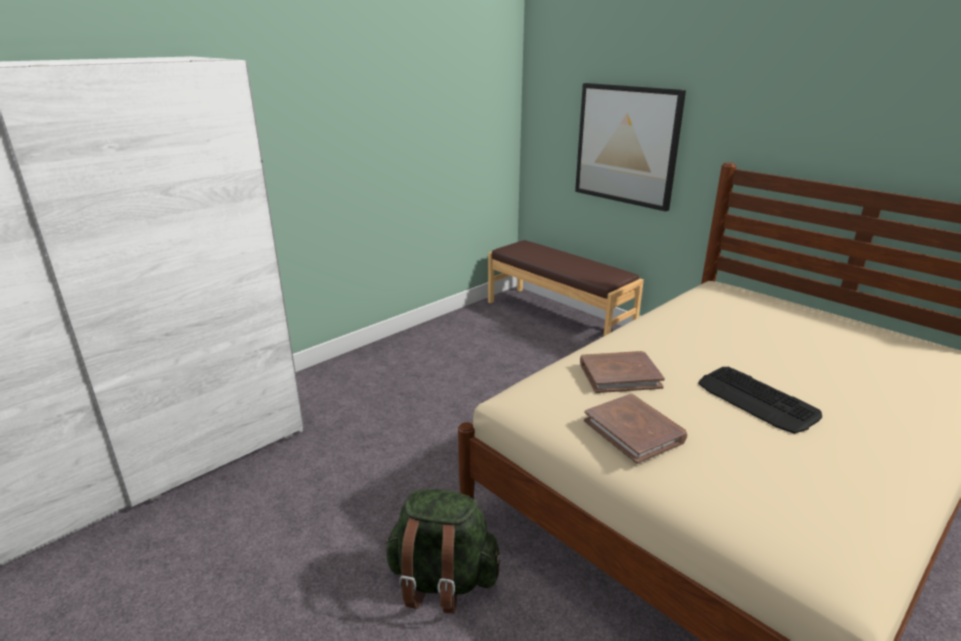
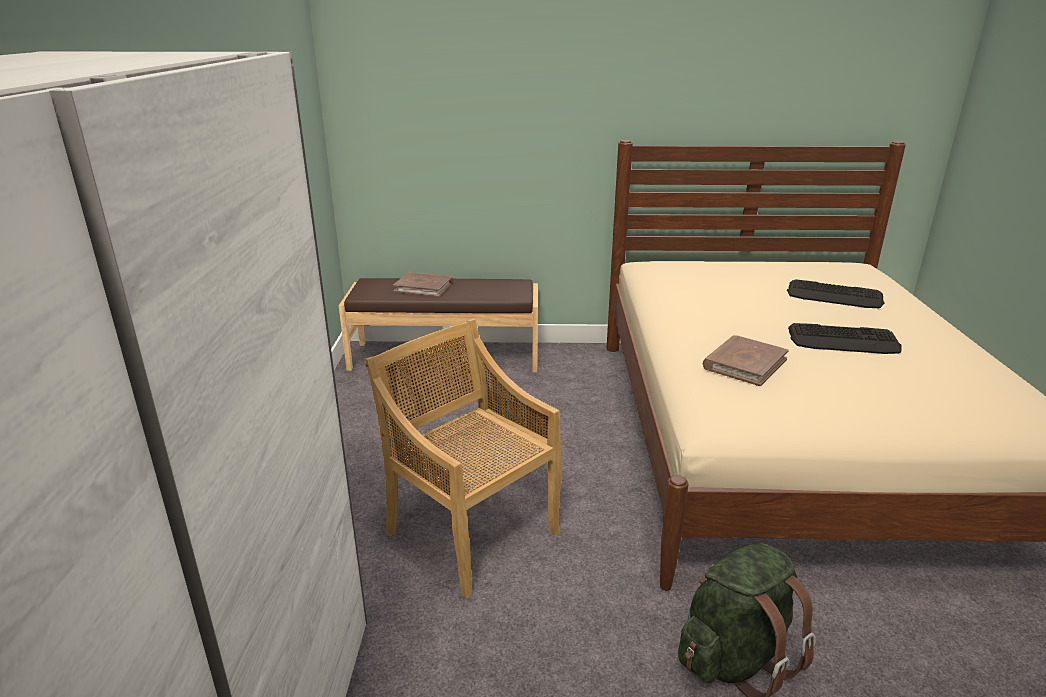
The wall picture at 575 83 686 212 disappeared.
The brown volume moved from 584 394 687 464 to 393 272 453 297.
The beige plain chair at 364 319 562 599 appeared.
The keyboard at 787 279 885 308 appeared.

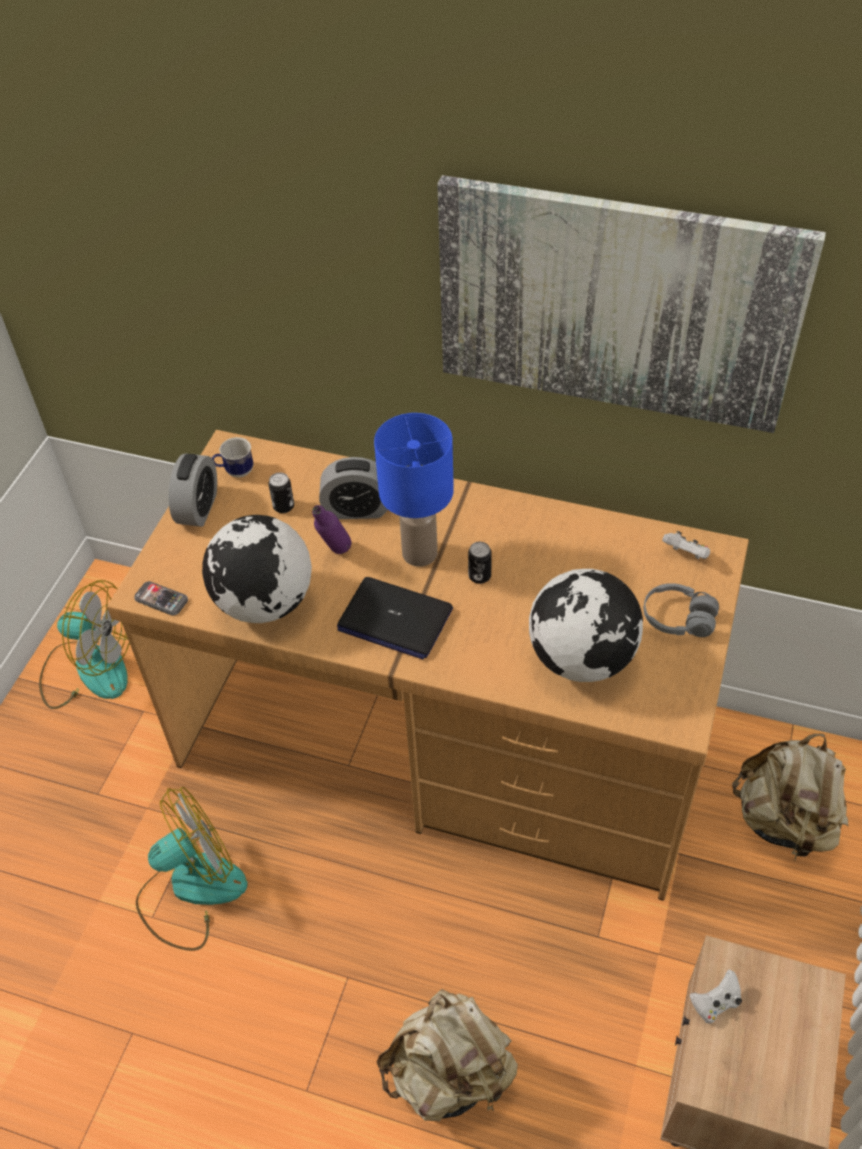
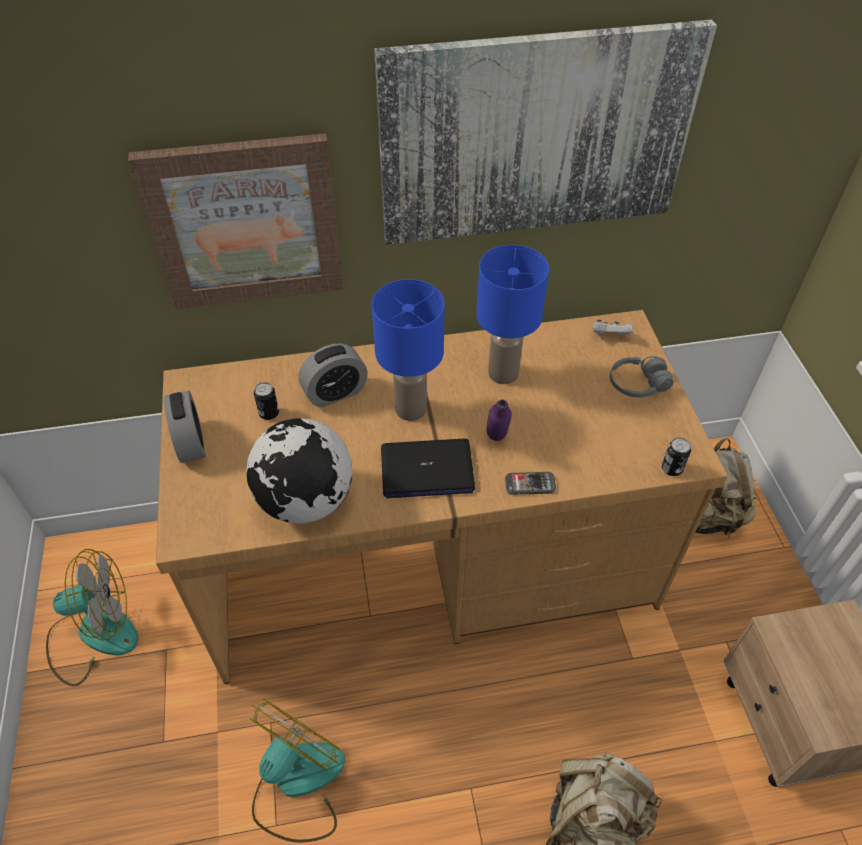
The telephone moved from 134 581 188 616 to 505 472 556 495.
The tea mug at 212 437 253 478 disappeared.
The purple-coloured bottle moved from 312 505 351 554 to 486 399 512 441.
The metal can moved from 468 542 492 584 to 662 437 691 476.
The globe at 529 569 643 682 disappeared.
The white game controller at 689 970 742 1024 disappeared.
The wall picture at 128 133 343 309 appeared.
The blue lamp for a table at 476 245 549 384 appeared.

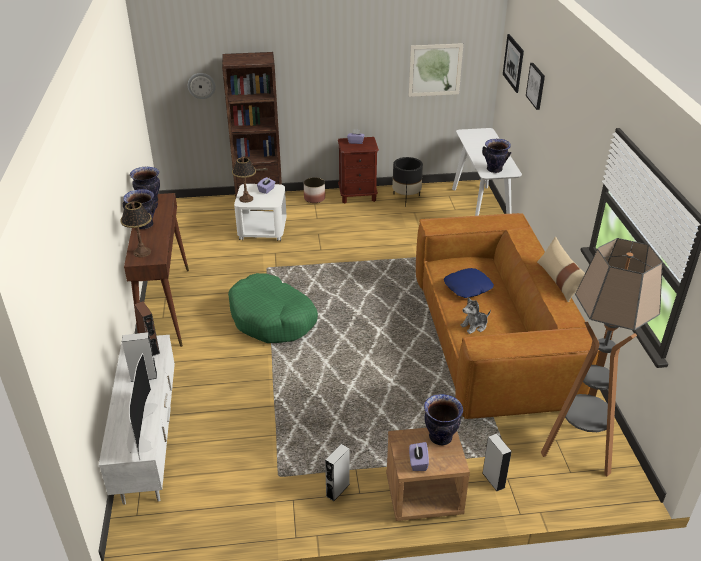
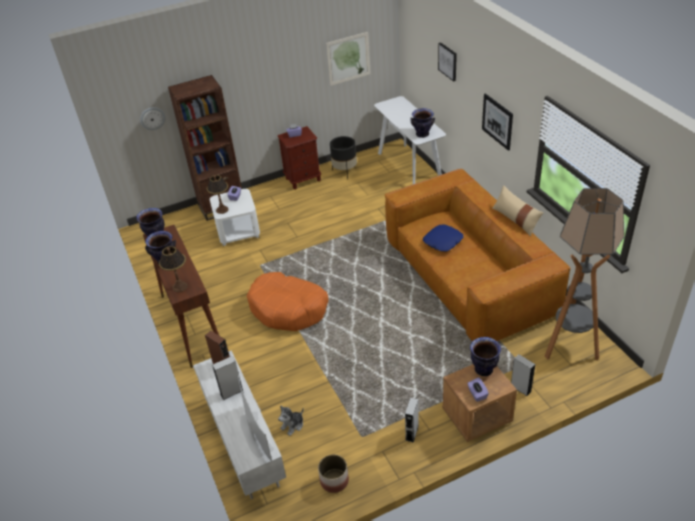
The green-coloured dog bed at 228 273 318 343 became the orange-coloured dog bed at 247 272 329 331.
The planter moved from 304 177 325 203 to 318 455 349 493.
The cuddly toy moved from 460 297 491 334 to 278 405 303 436.
The wall picture moved from 503 34 524 93 to 482 93 513 151.

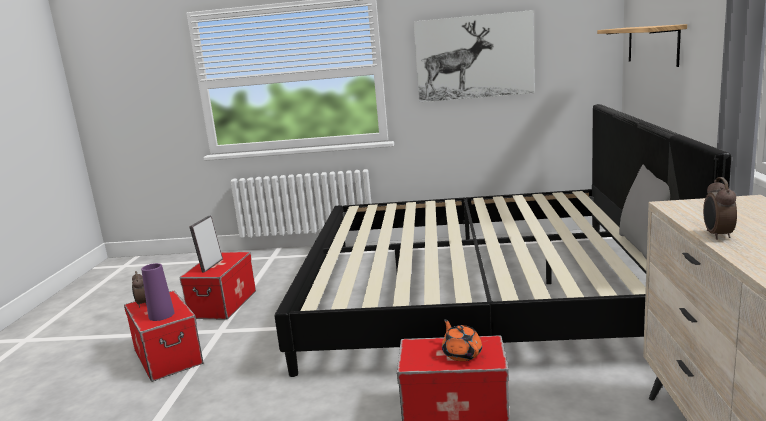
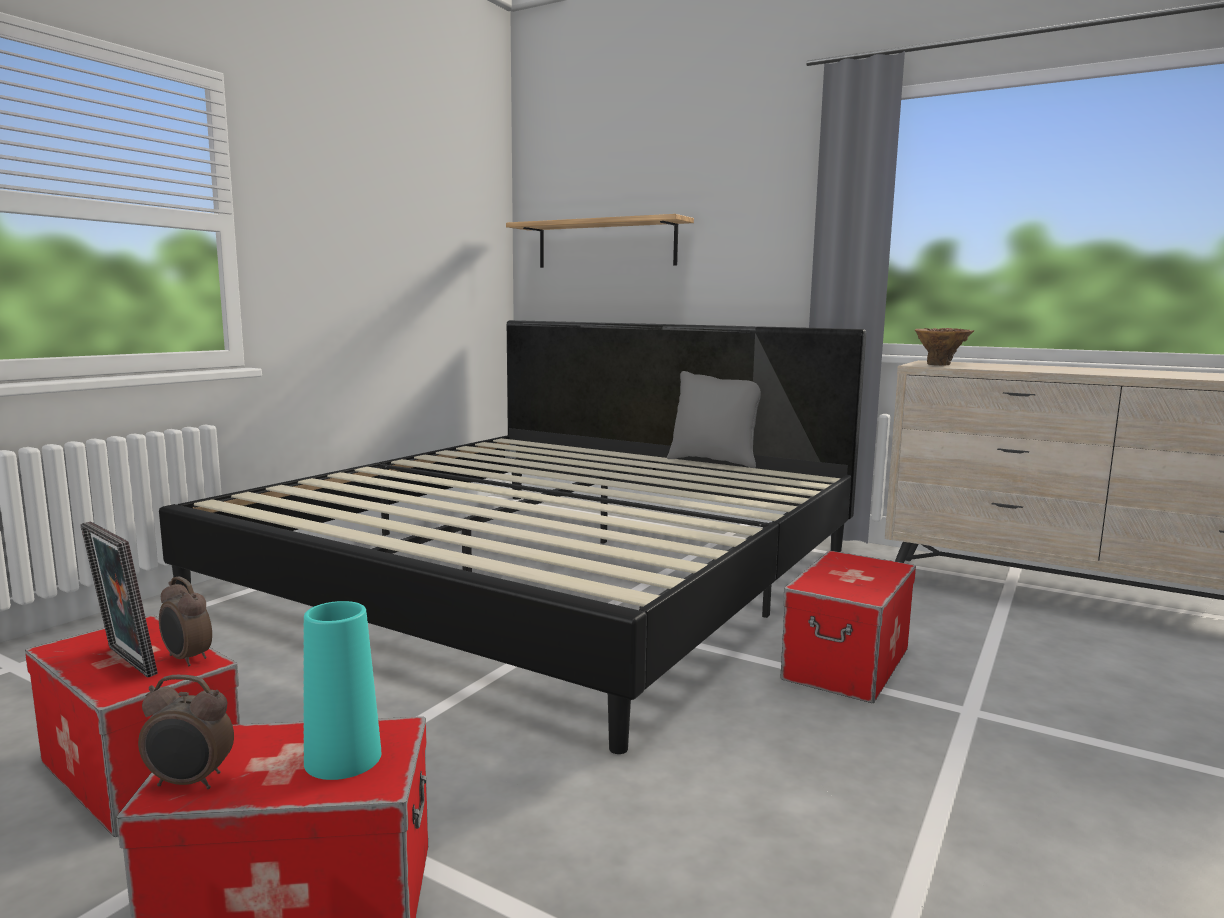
The purple-coloured vase at 141 263 175 321 became the turquoise-coloured vase at 304 601 382 780.
The wall picture at 413 10 535 102 disappeared.
The orange-coloured pot for tea at 442 319 482 361 disappeared.
The bedside clock moved from 703 177 737 240 to 159 576 212 667.
The brown vase at 915 328 974 366 appeared.

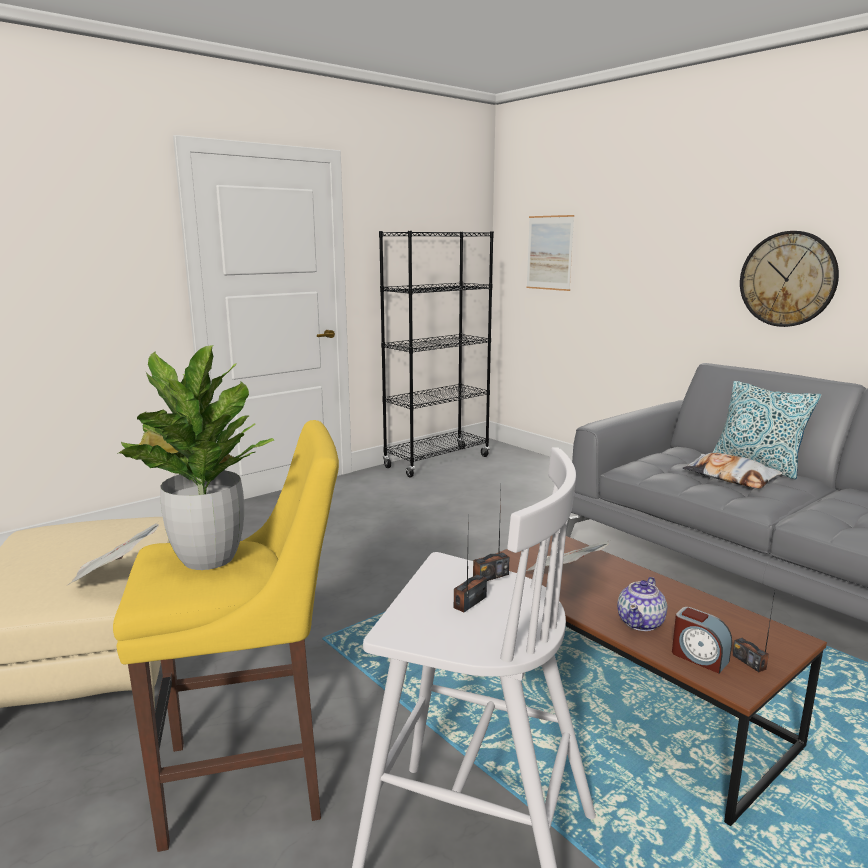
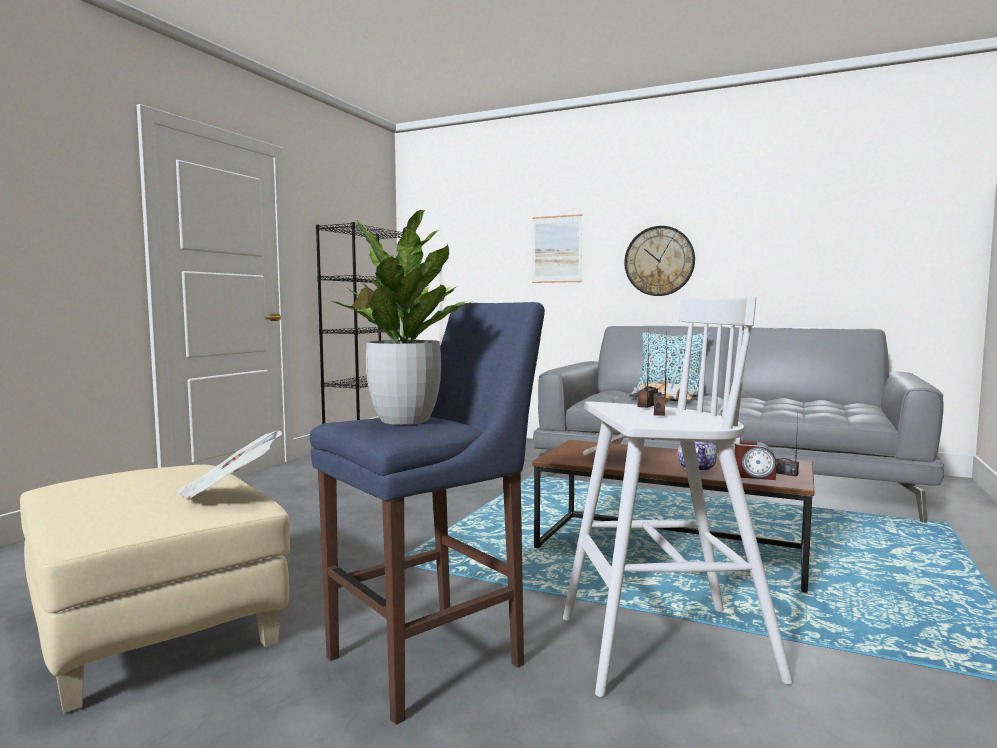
The yellowish stool seat at 113 420 339 852 became the blue stool seat at 310 302 545 725.
The wall picture moved from 526 215 574 291 to 532 214 582 283.

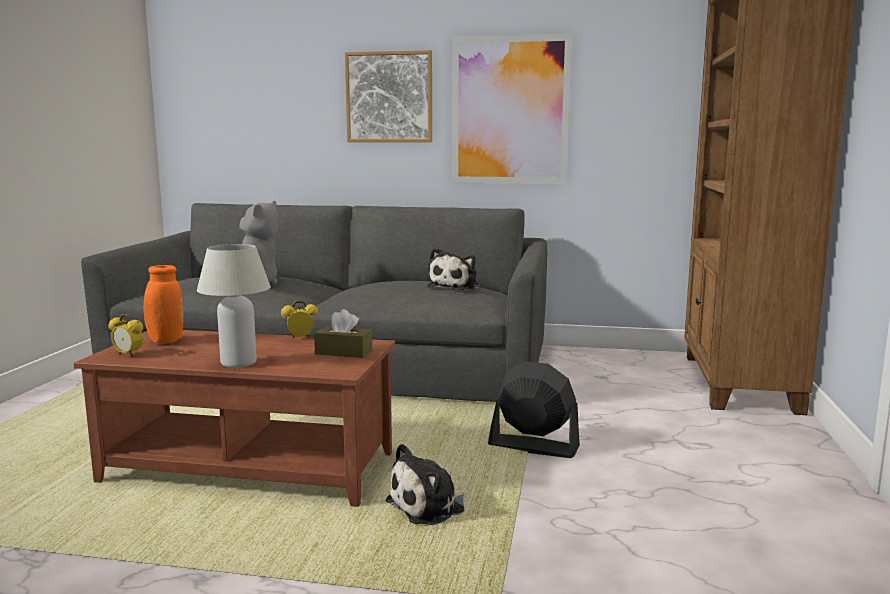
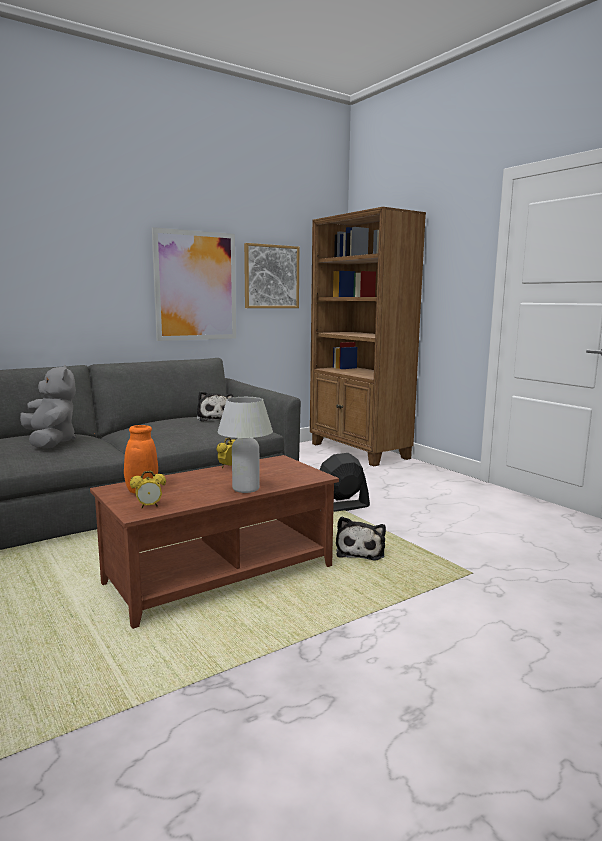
The brown tissue box at 314 309 372 358 disappeared.
The wall picture moved from 345 50 432 142 to 244 243 299 308.

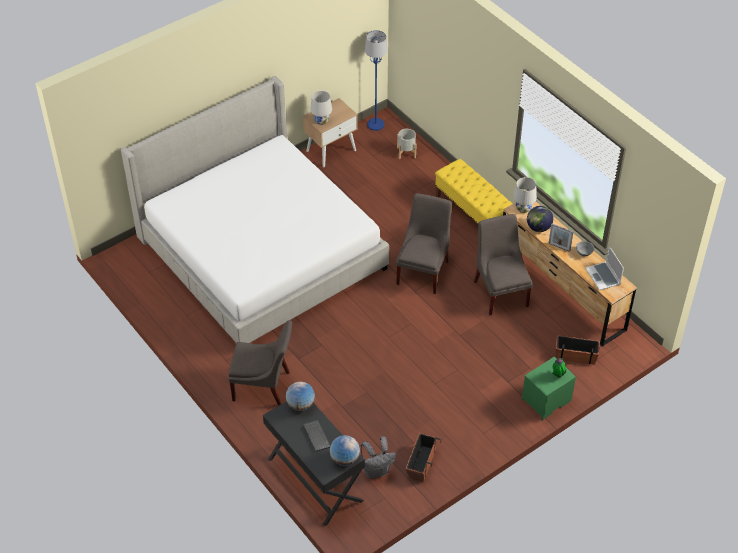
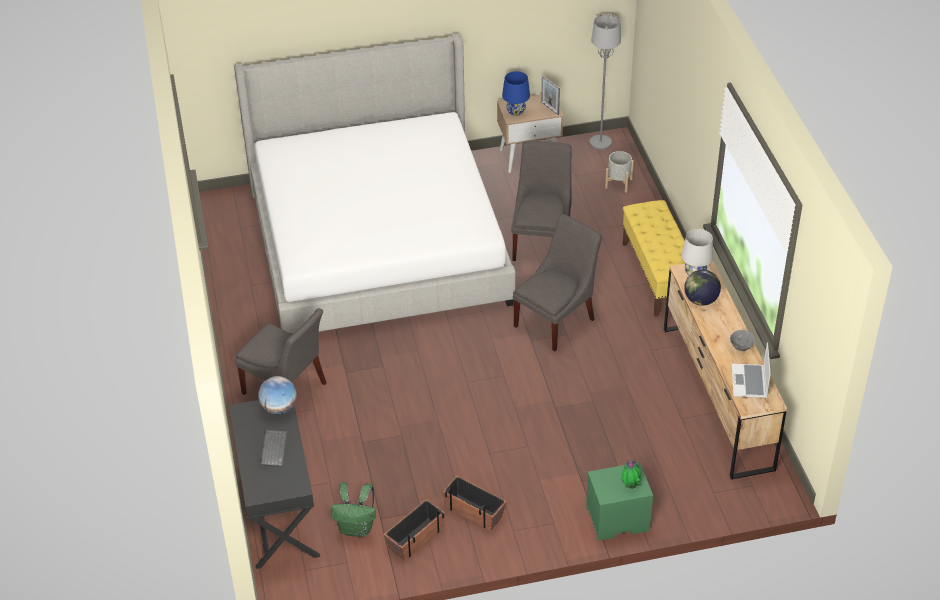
The white lamp for a table at 311 91 332 125 became the blue lamp for a table at 502 71 530 116.
The globe at 330 435 360 466 disappeared.
The gray backpack at 360 436 396 479 became the green-coloured backpack at 331 482 376 537.
The blue floor lamp at 365 30 388 131 became the gray floor lamp at 590 14 621 150.
The gray plain chair moved from 474 214 533 315 to 511 141 572 261.
The standing frame moved from 548 224 573 252 to 541 75 560 115.
The planter moved from 556 335 600 364 to 443 476 507 531.

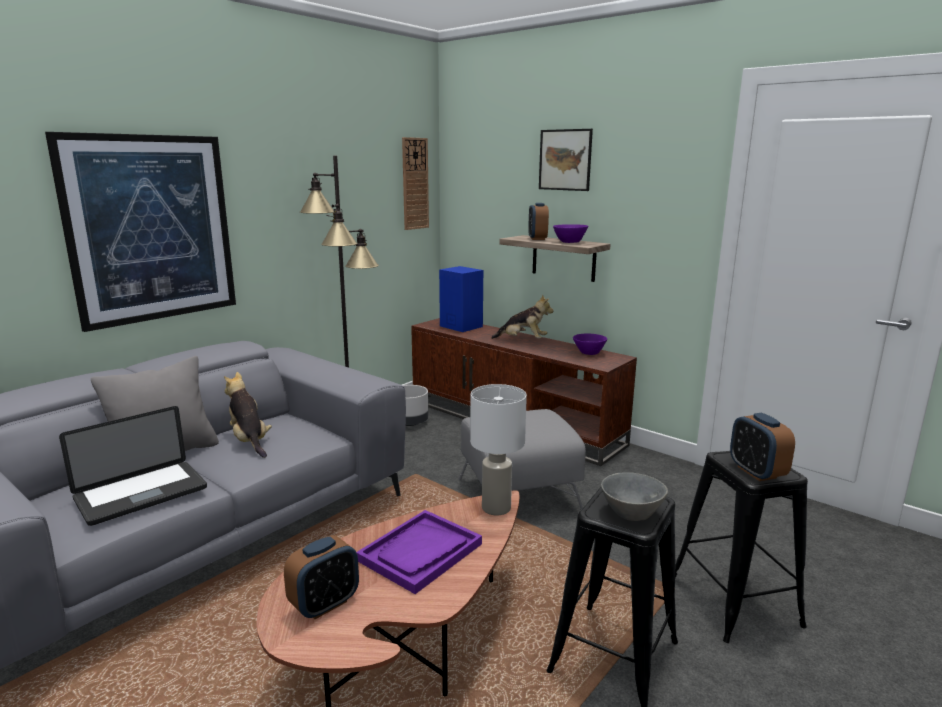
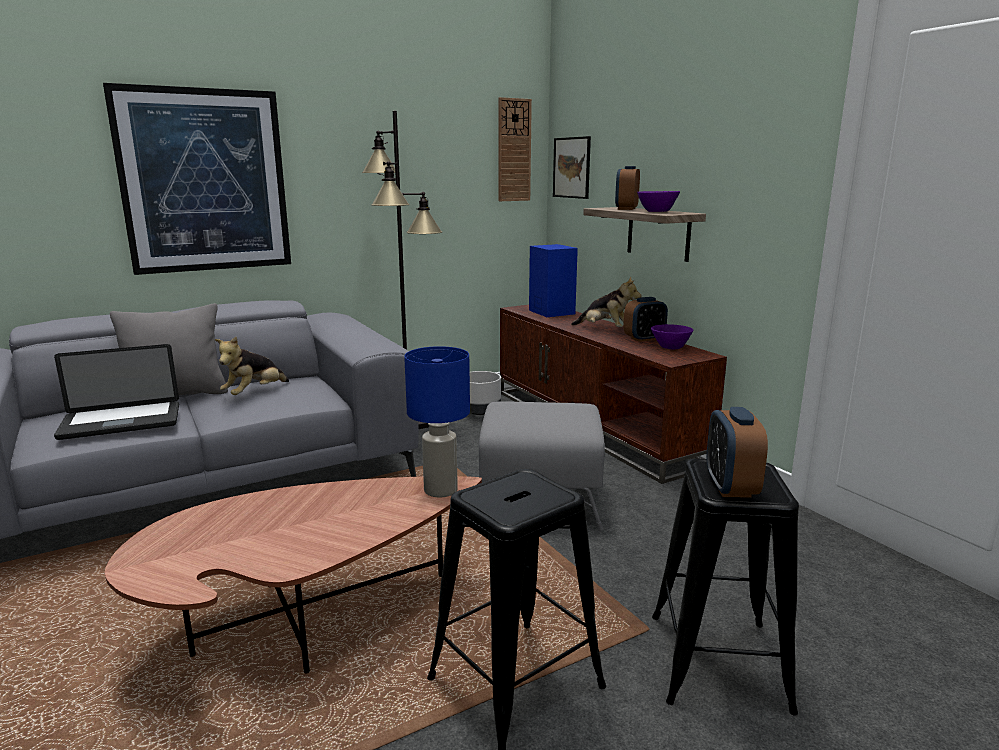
The cuddly toy at 224 372 272 458 turned 135 degrees counterclockwise.
The bedside clock moved from 284 535 359 619 to 623 297 668 342.
The purple-coloured carrying tray at 356 510 482 594 disappeared.
The white lamp for a table at 470 384 527 516 became the blue lamp for a table at 404 346 470 497.
The wall picture moved from 539 129 593 191 to 553 136 591 199.
The gray bowl at 601 472 668 521 disappeared.

